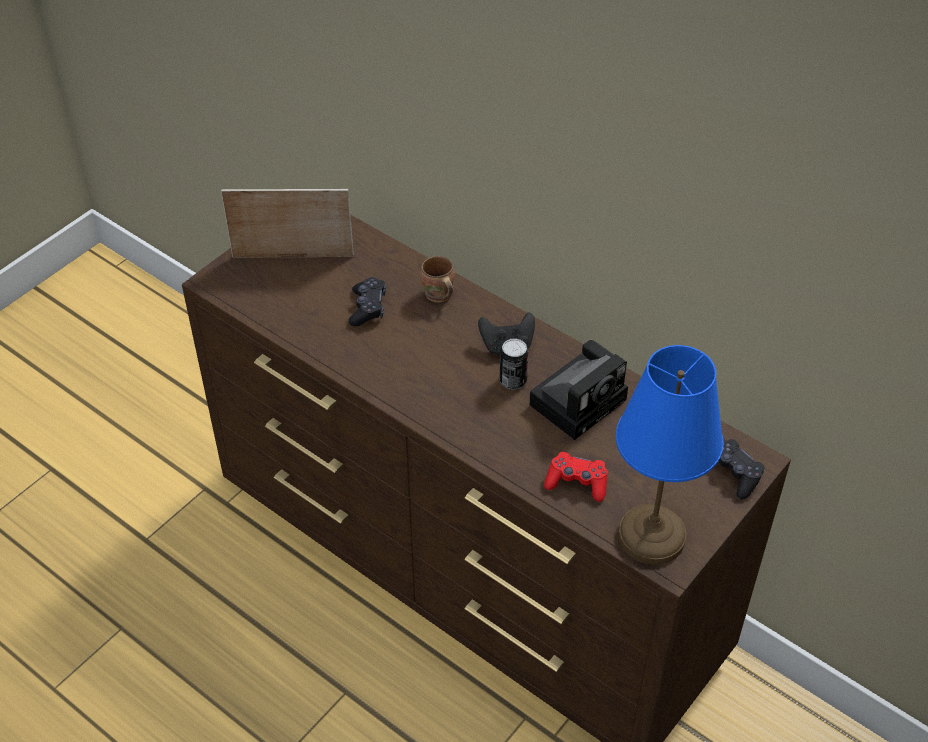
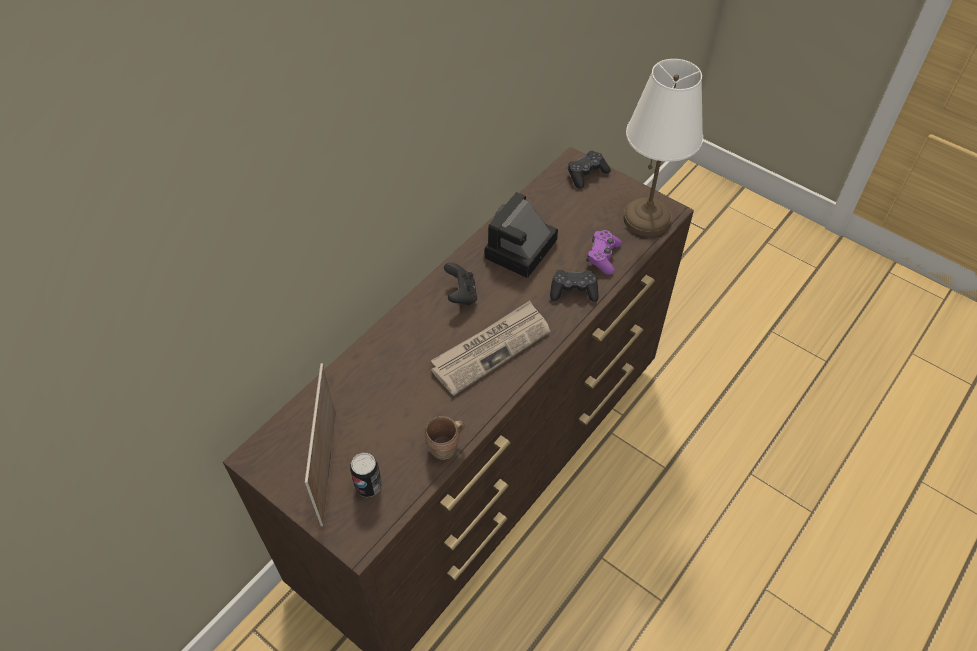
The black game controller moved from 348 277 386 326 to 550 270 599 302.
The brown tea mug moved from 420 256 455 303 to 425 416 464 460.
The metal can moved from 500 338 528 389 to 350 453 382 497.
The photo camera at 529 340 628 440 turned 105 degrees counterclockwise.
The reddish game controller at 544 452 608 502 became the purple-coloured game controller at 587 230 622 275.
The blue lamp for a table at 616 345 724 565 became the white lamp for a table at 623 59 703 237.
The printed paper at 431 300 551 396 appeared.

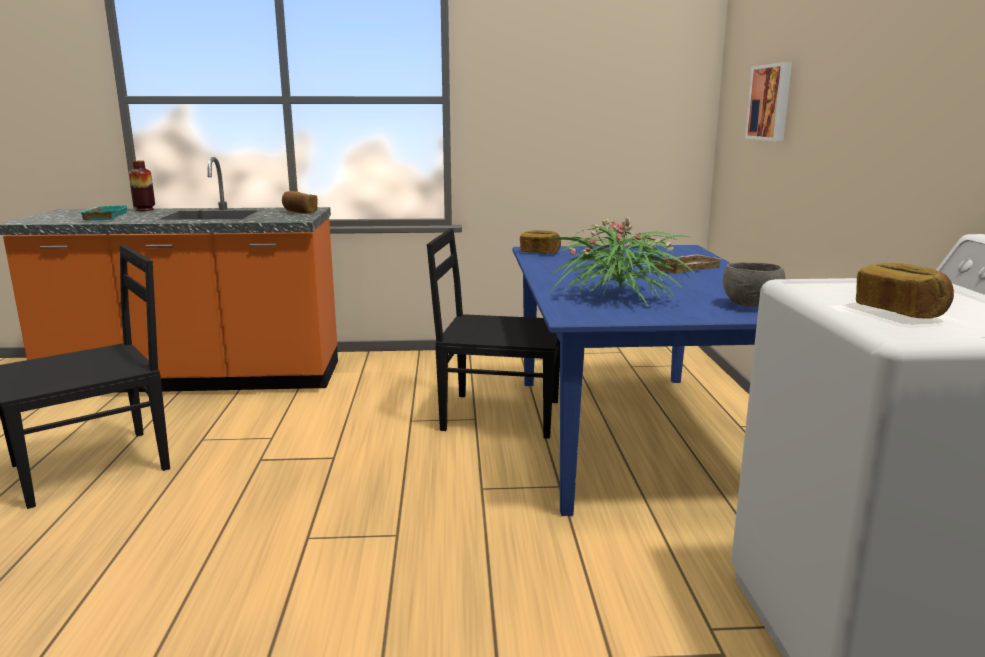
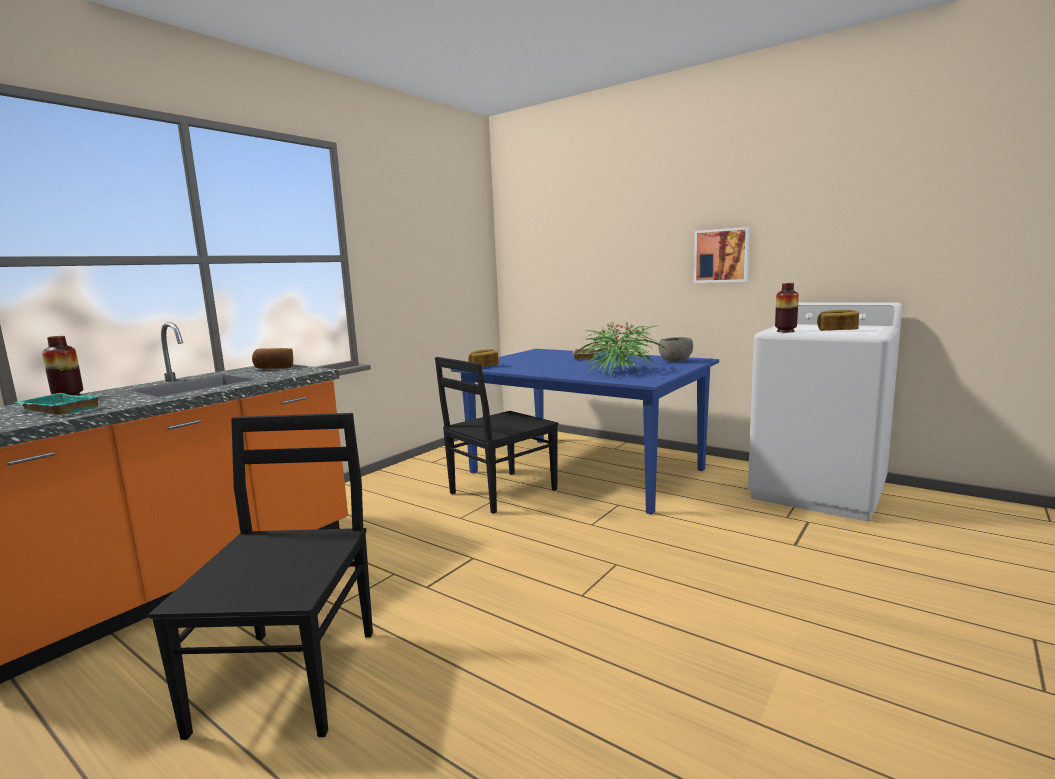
The wall picture moved from 745 62 792 141 to 694 227 750 283.
The vase at 775 283 799 332 appeared.

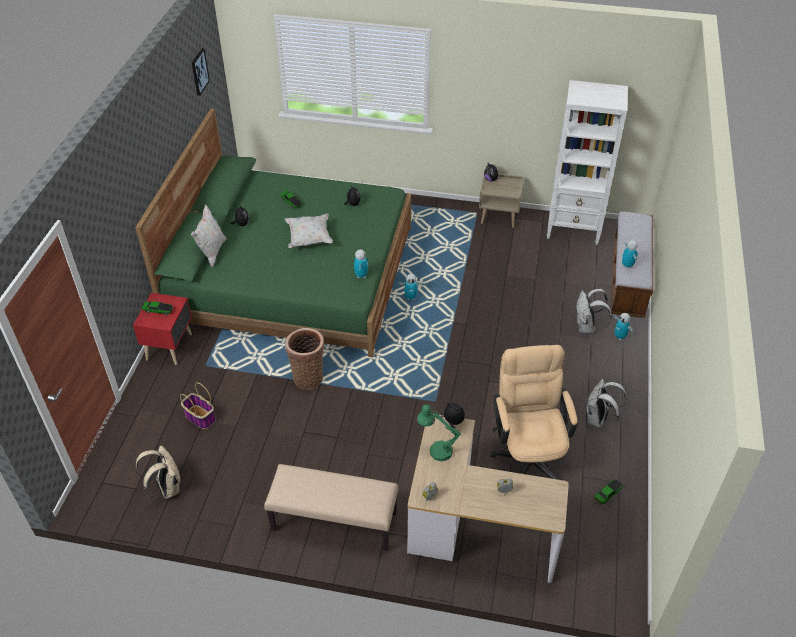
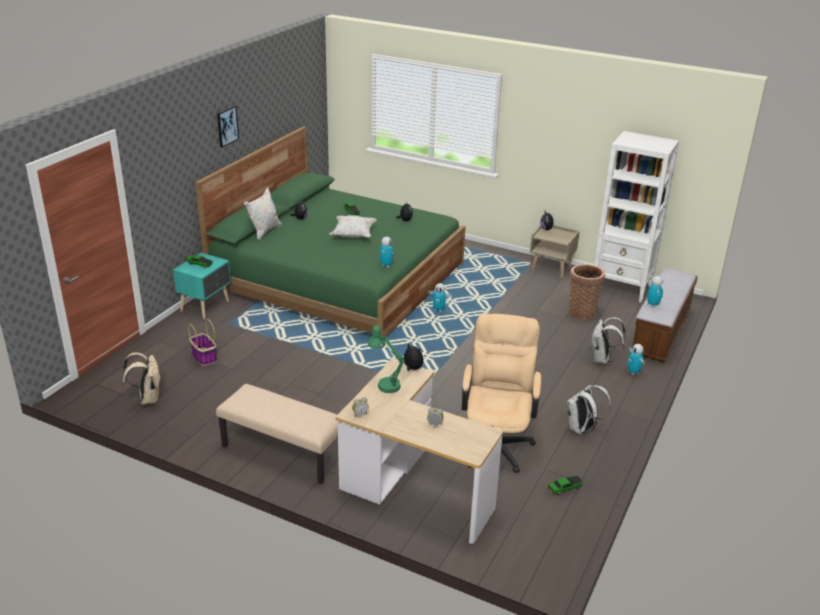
The reddish bedside table at 133 293 192 365 became the turquoise-coloured bedside table at 173 253 231 319.
The wall picture moved from 192 48 210 96 to 217 106 239 147.
The basket moved from 285 328 324 390 to 569 264 605 320.

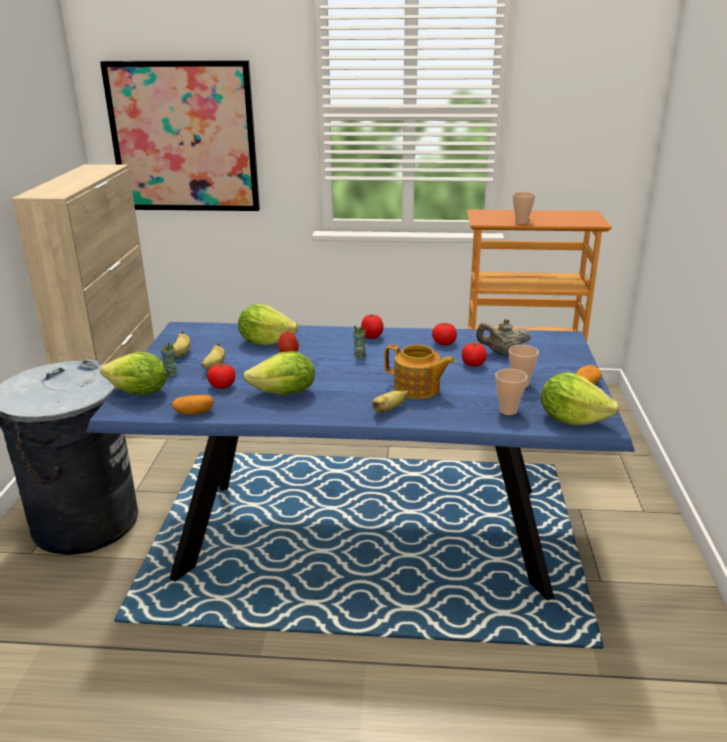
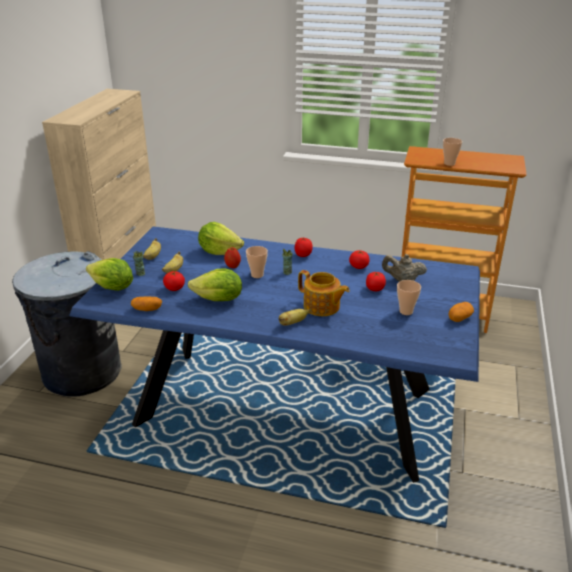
The wall picture at 100 60 260 211 disappeared.
The drinking cup moved from 495 369 527 415 to 246 246 268 278.
The lettuce head at 541 372 620 425 disappeared.

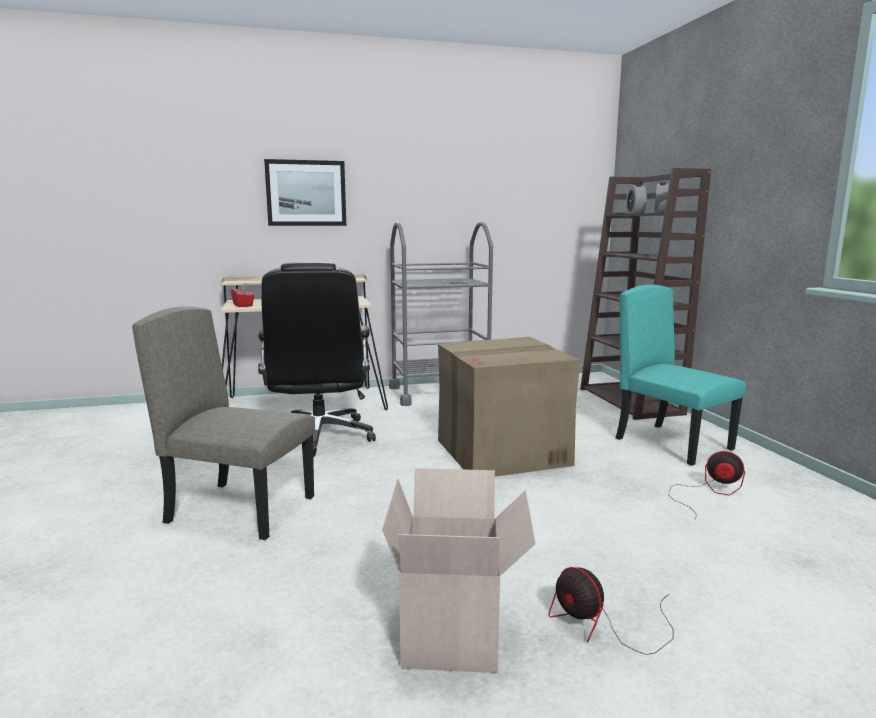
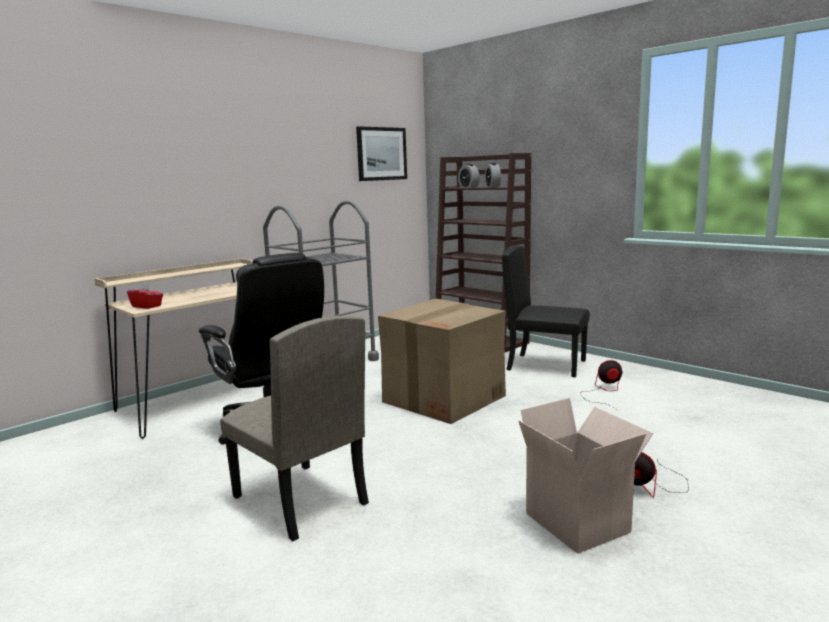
The beige plain chair at 132 306 315 540 turned 120 degrees counterclockwise.
The wall picture moved from 264 159 346 226 to 356 126 407 181.
The turquoise-coloured plain chair at 616 285 746 466 became the black plain chair at 502 245 590 377.

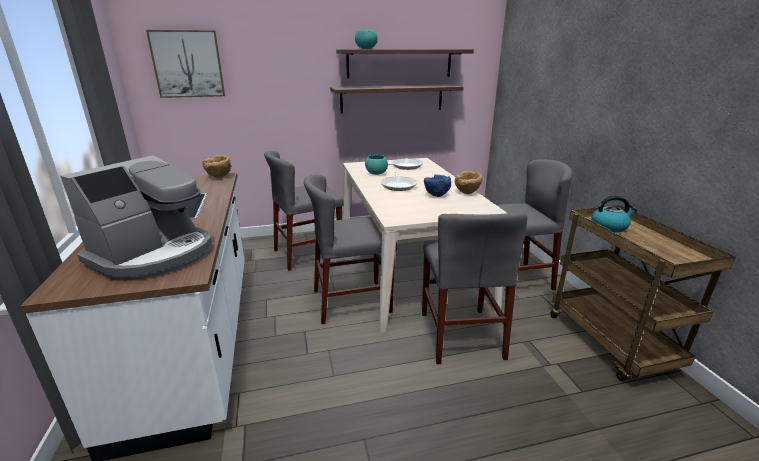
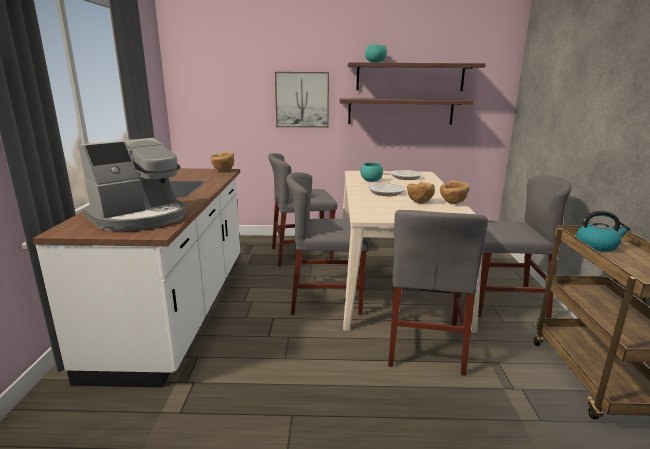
The wall picture moved from 146 30 225 98 to 275 72 329 128.
The blue bowl at 424 174 451 197 became the brown bowl at 407 182 435 204.

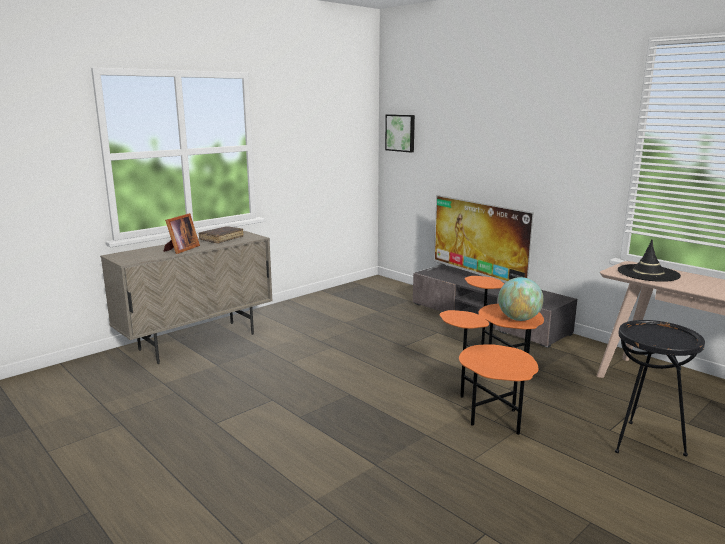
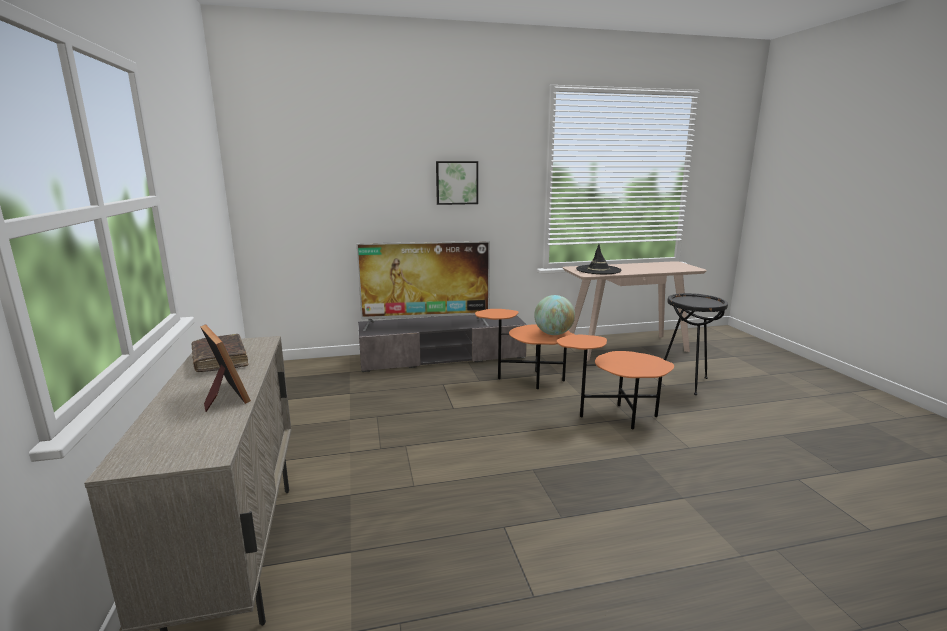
The wall picture moved from 385 114 415 152 to 436 161 478 205.

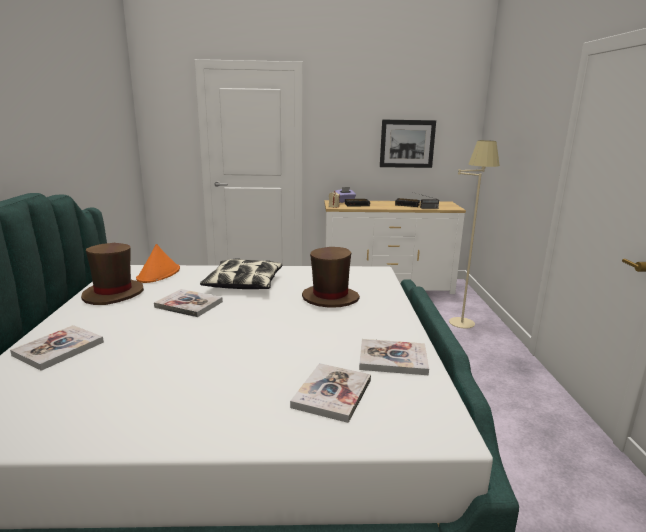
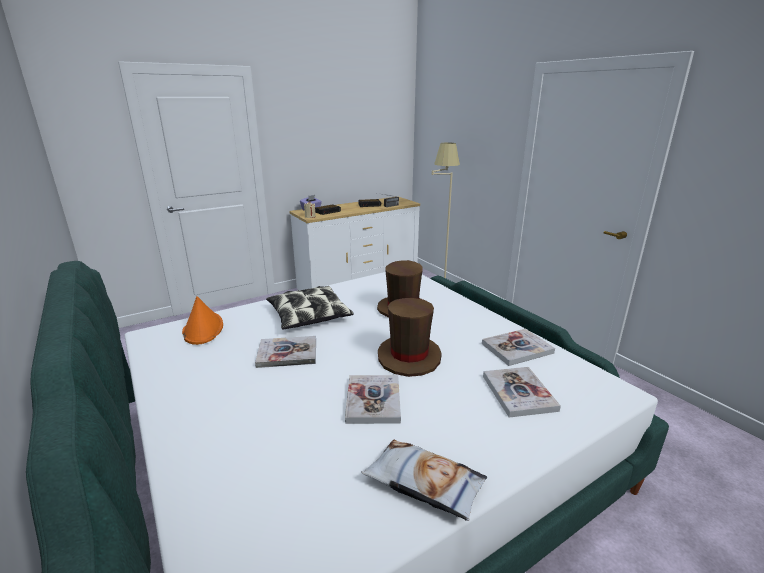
The volume moved from 10 325 104 371 to 345 375 401 424.
The brown hat moved from 81 243 144 305 to 378 298 442 377.
The wall picture at 380 119 436 168 disappeared.
The pillow at 361 440 487 521 appeared.

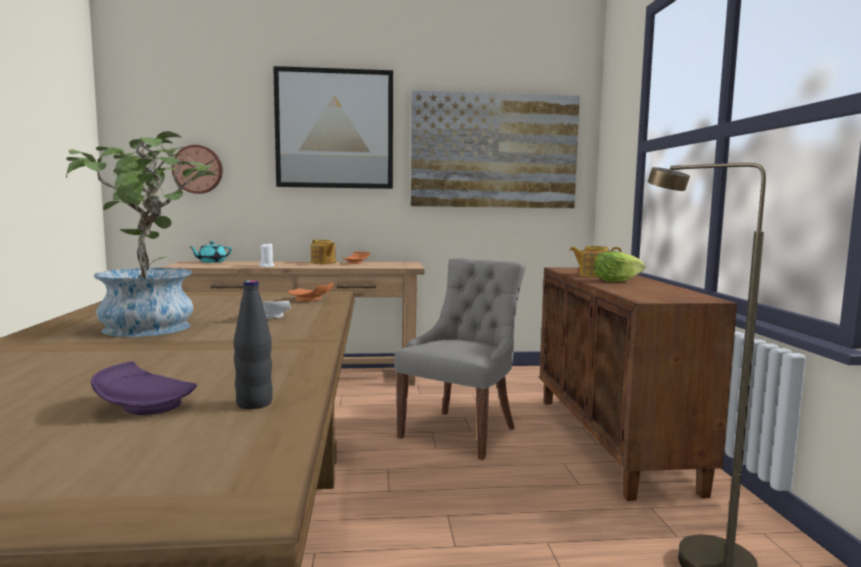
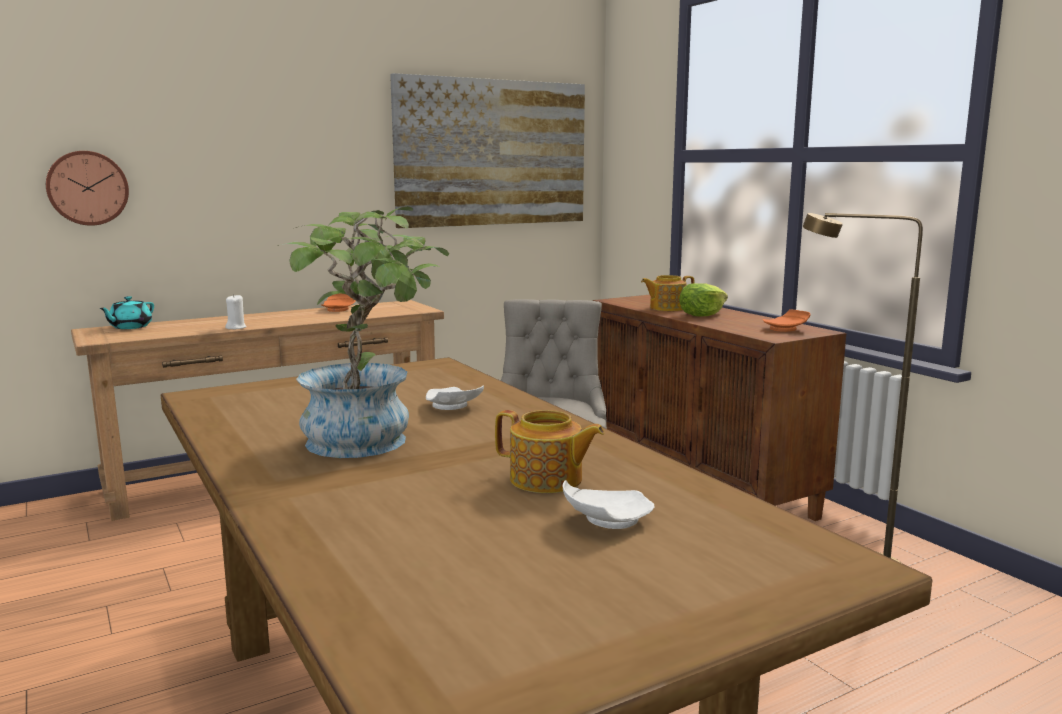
The purple-coloured plate at 91 361 197 415 became the white plate at 563 480 655 529.
The black bottle at 234 280 273 409 disappeared.
The wall picture at 273 66 393 189 disappeared.
The orange-coloured plate moved from 288 282 333 301 to 763 309 810 332.
The pot for tea moved from 311 239 336 264 to 495 410 604 493.

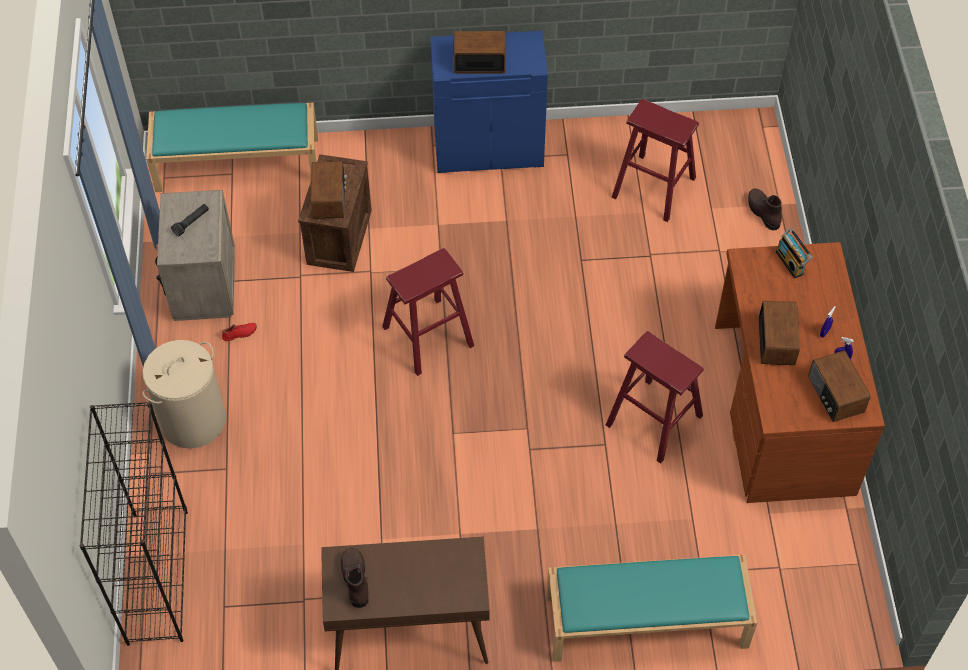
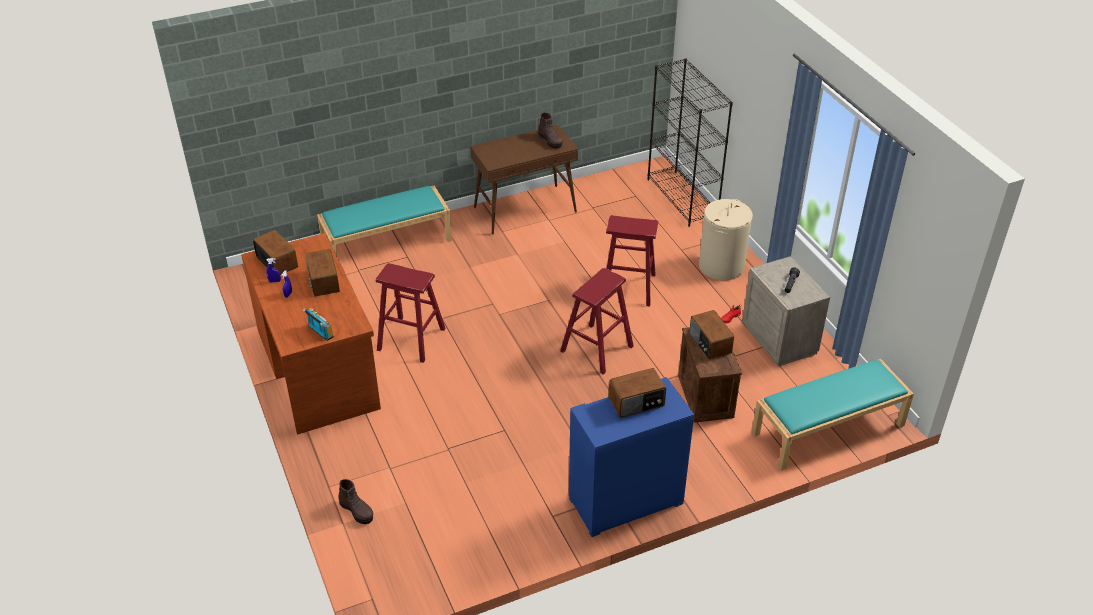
The reddish stool seat moved from 611 99 699 222 to 606 215 658 307.

